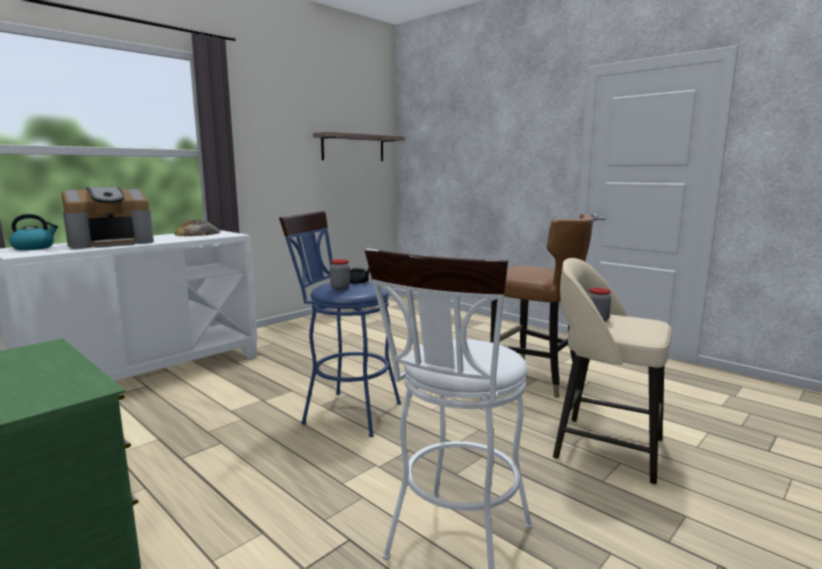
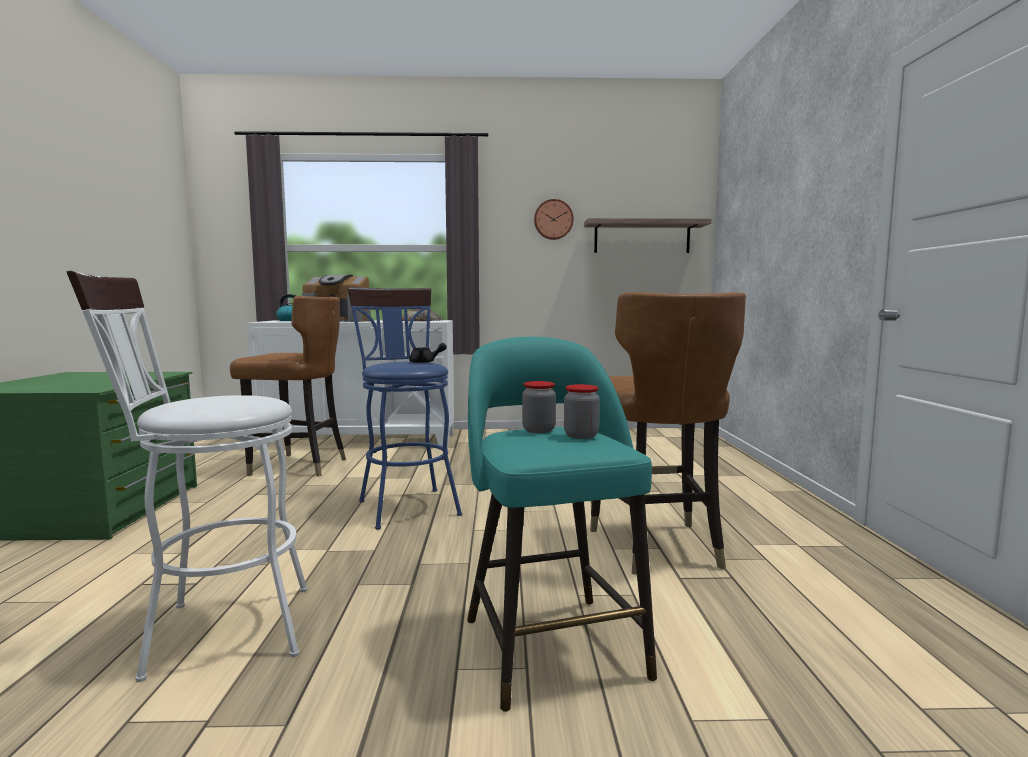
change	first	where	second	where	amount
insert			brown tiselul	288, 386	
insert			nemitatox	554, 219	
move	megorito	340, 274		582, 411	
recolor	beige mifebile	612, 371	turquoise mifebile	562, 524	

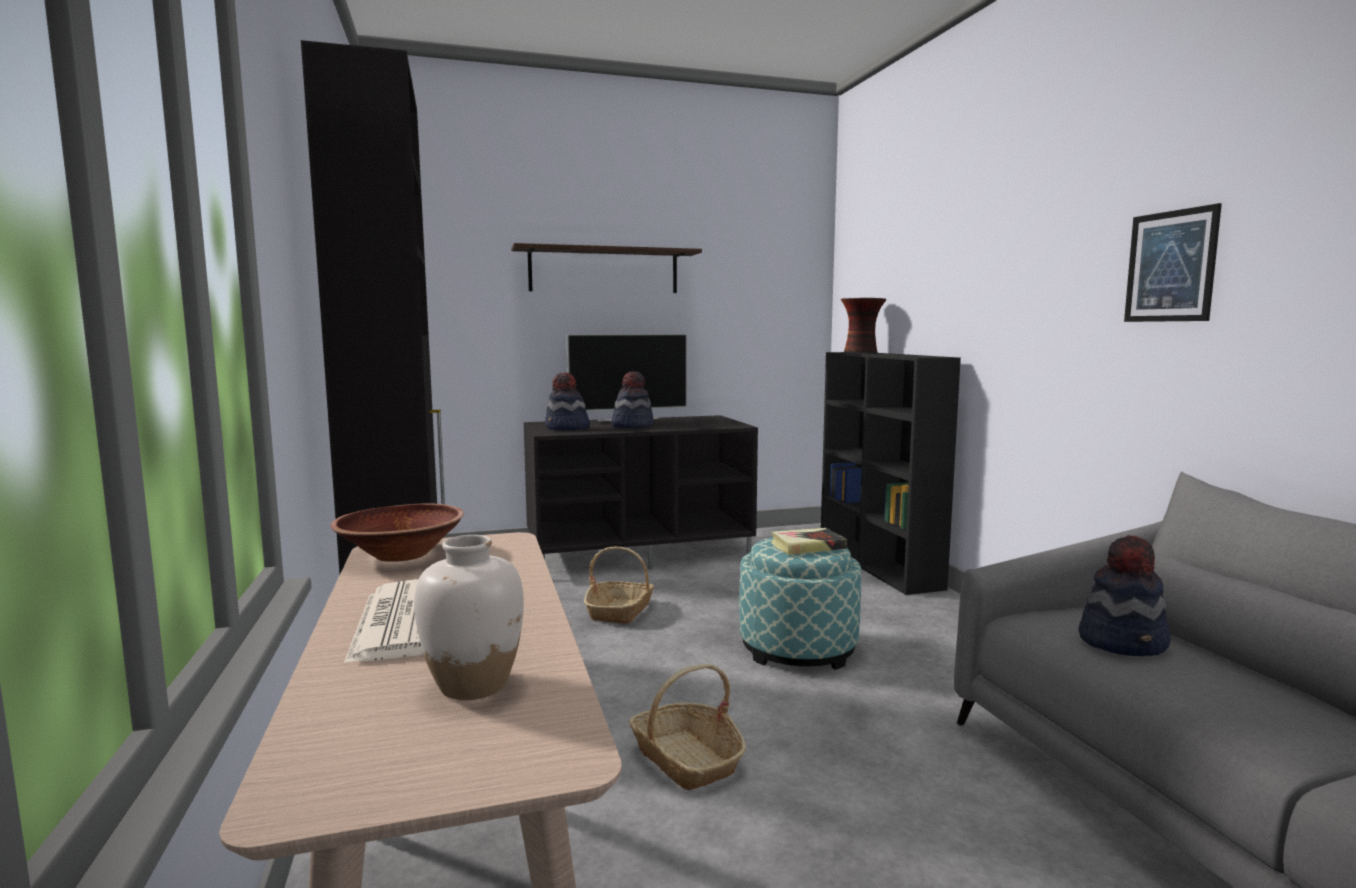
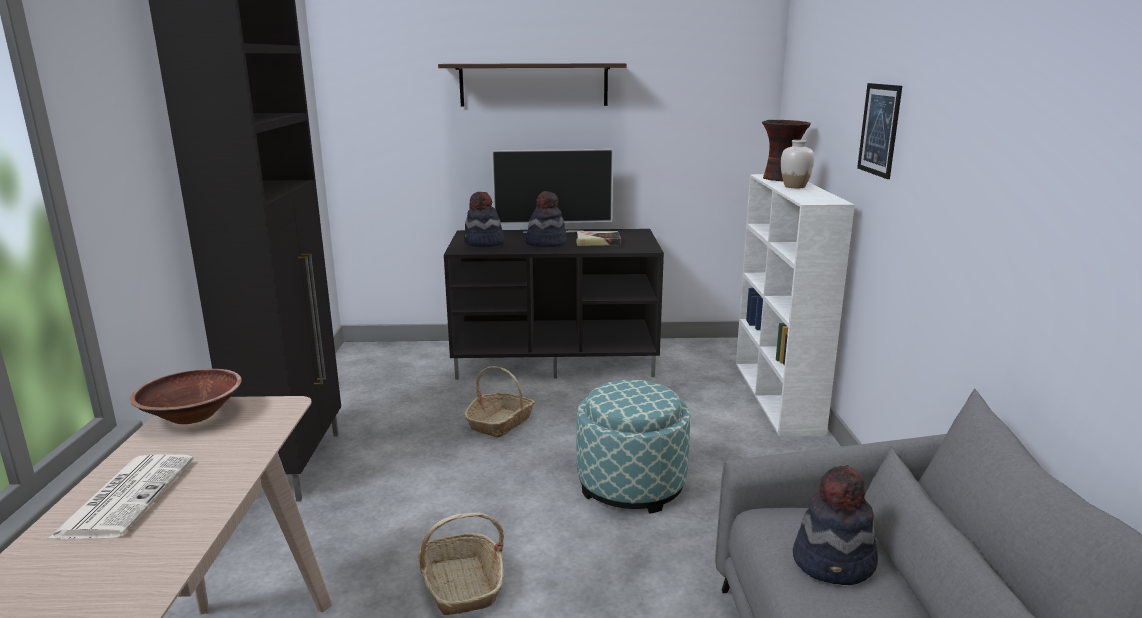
change	first	where	second	where	amount
move	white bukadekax	469, 617		797, 164	
move	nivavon	809, 541		598, 238	
move	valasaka	1173, 262		879, 131	
recolor	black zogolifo	891, 473	white zogolifo	795, 305	

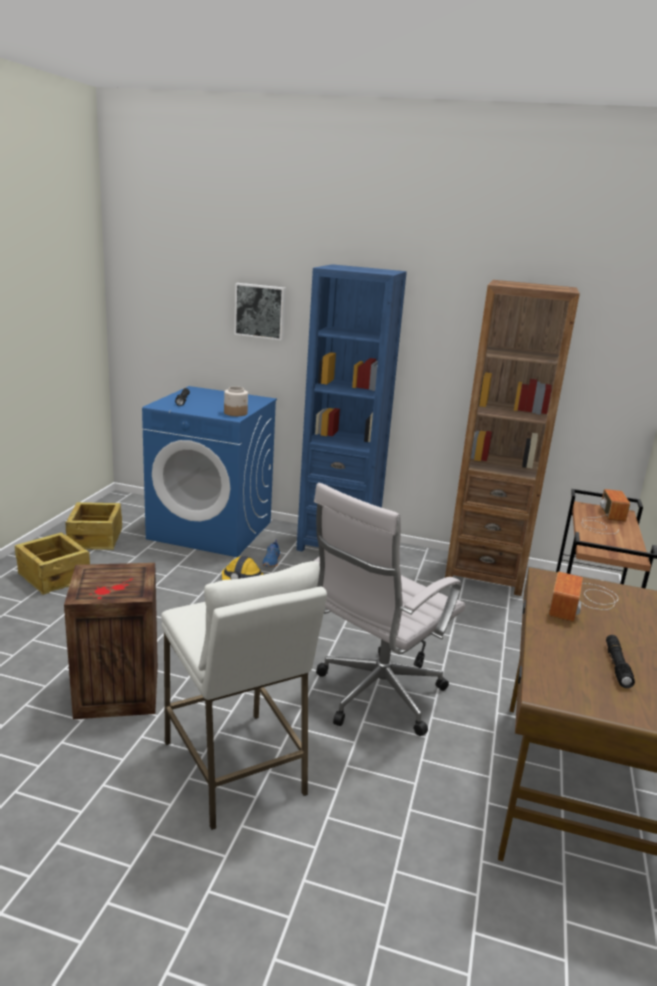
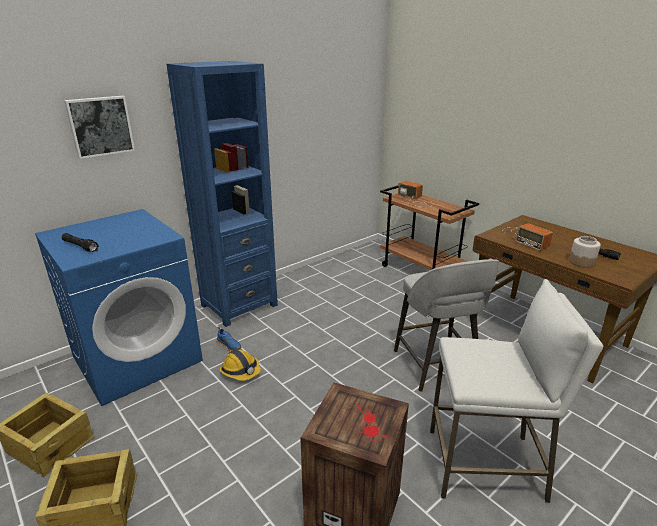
change	first	where	second	where	amount
delete	brown zogolifo	512, 438			
move	megorito	236, 401		585, 252	
replace	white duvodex	389, 609	grey mifebile	446, 325	

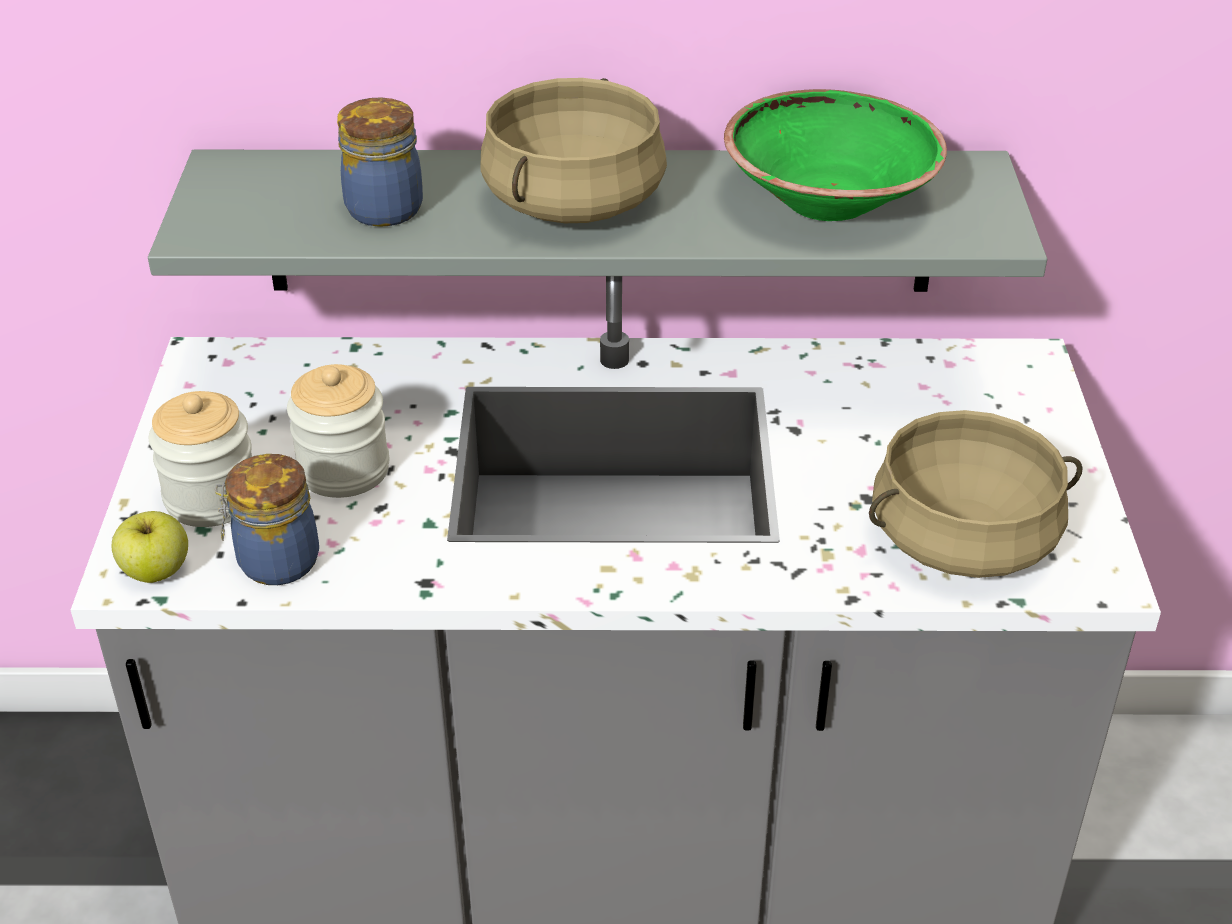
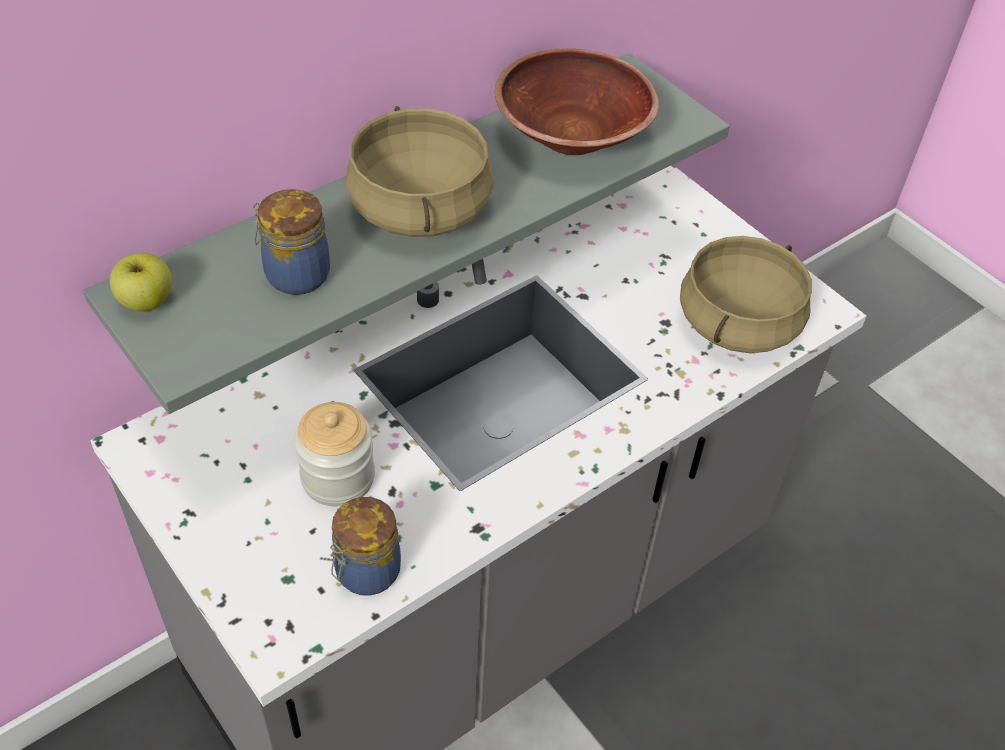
change	first	where	second	where	amount
delete	megorito	200, 459			
move	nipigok	150, 547		141, 282	
recolor	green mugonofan	835, 155	brown mugonofan	577, 101	

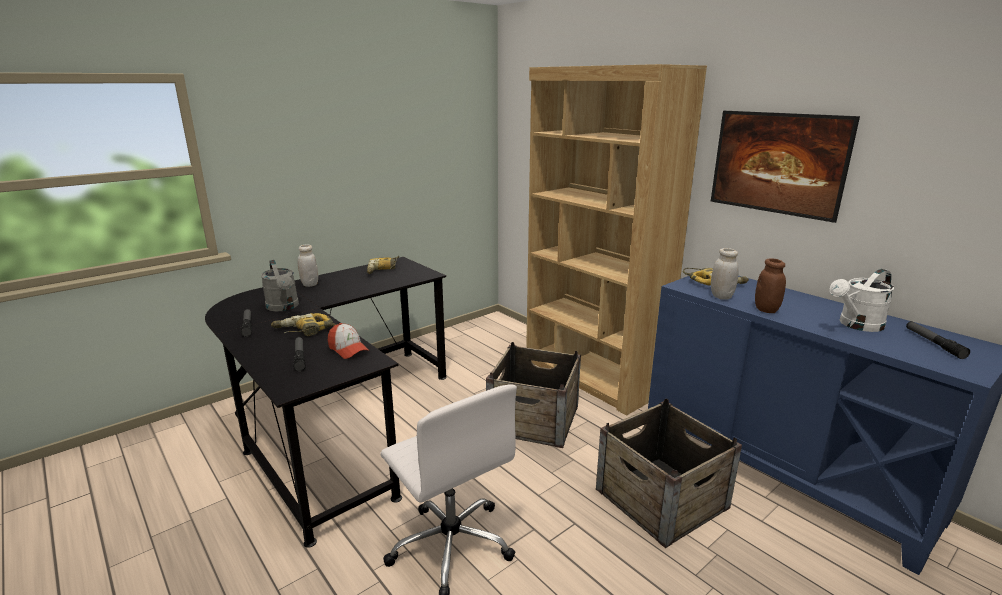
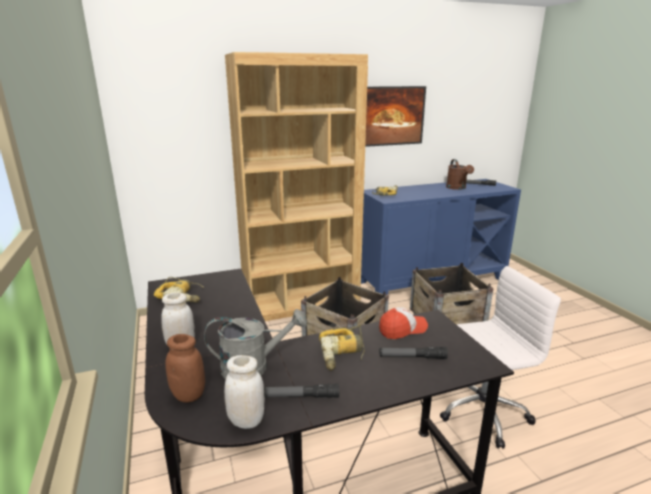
change	first	where	second	where	amount
move	white megorito	725, 274		244, 392	
move	brown megorito	770, 285		185, 368	
recolor	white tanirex	862, 300	brown tanirex	460, 174	

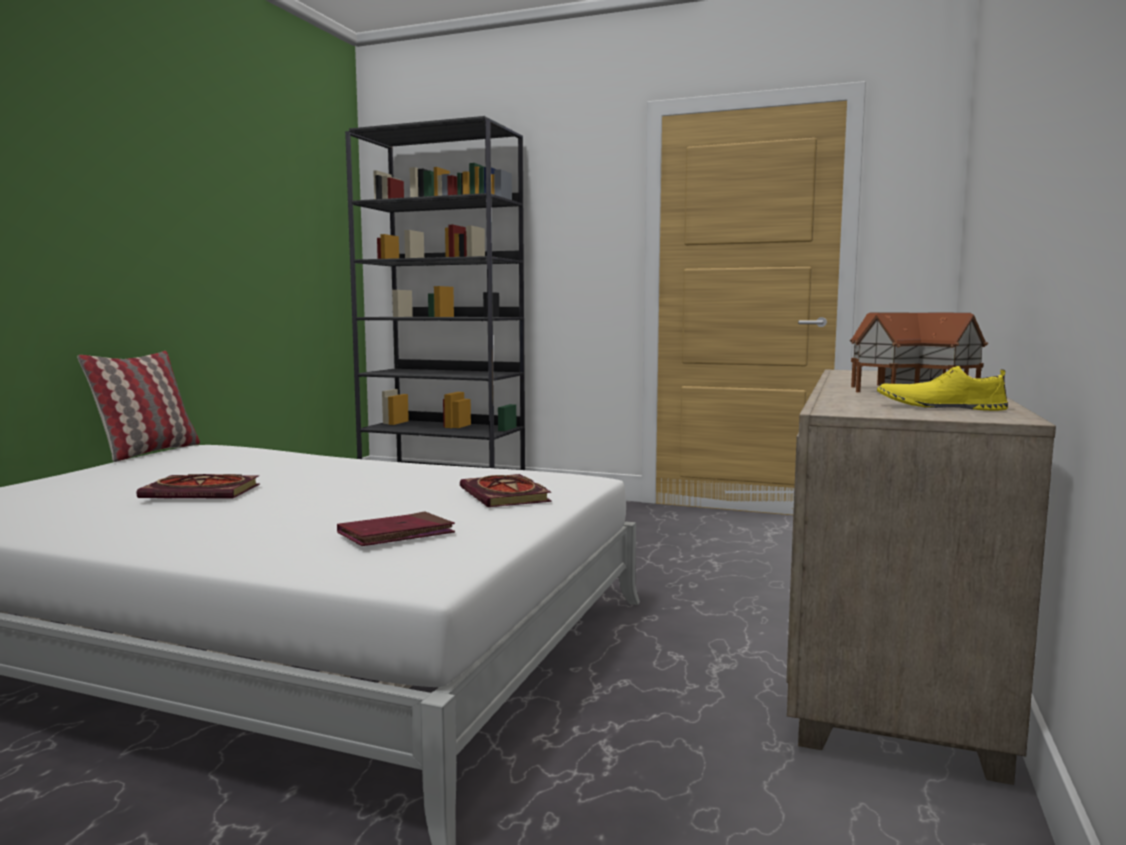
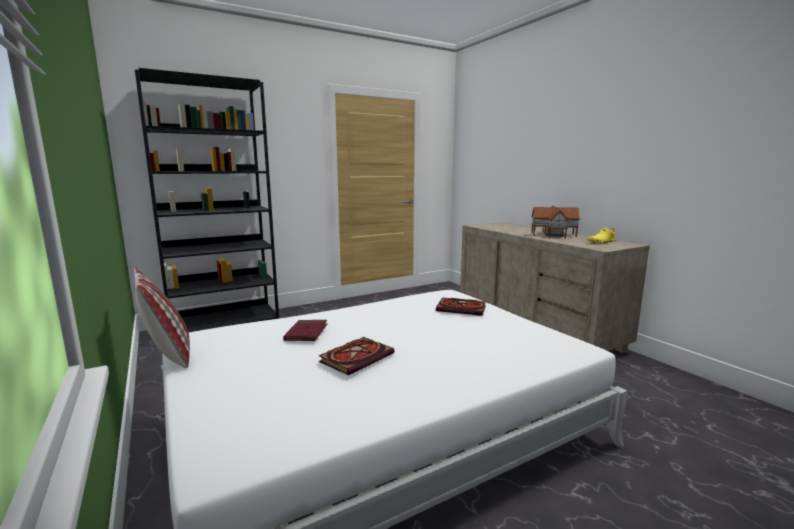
change	first	where	second	where	amount
move	red nivavon	396, 528		305, 330	

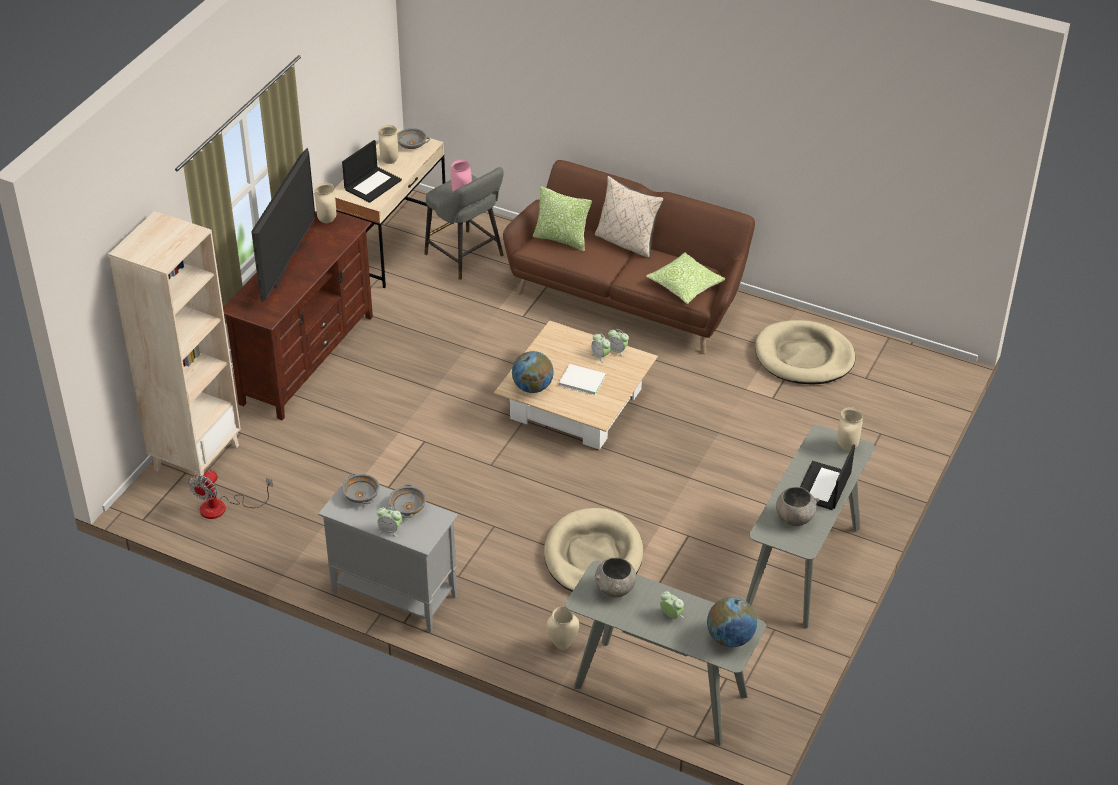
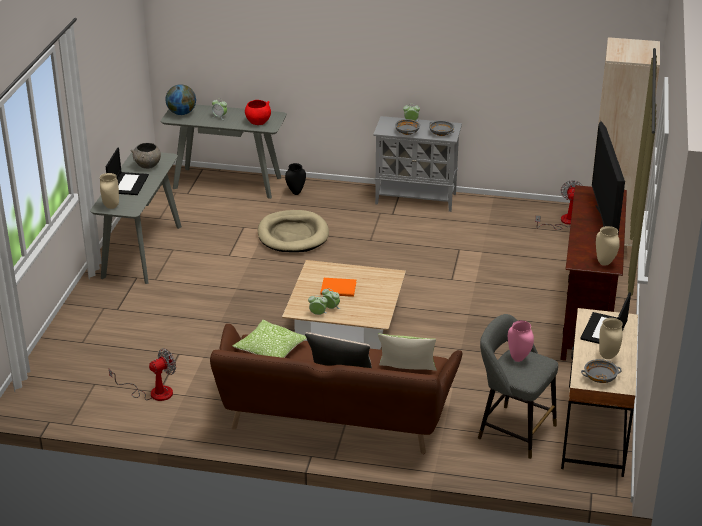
change	first	where	second	where	amount
delete	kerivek	533, 372			
replace	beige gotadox	805, 352	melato	142, 374	
recolor	beige bukadekax	562, 628	black bukadekax	295, 179	
recolor	white nivavon	582, 379	orange nivavon	338, 287	
recolor	grey mugonofan	615, 578	red mugonofan	258, 112	

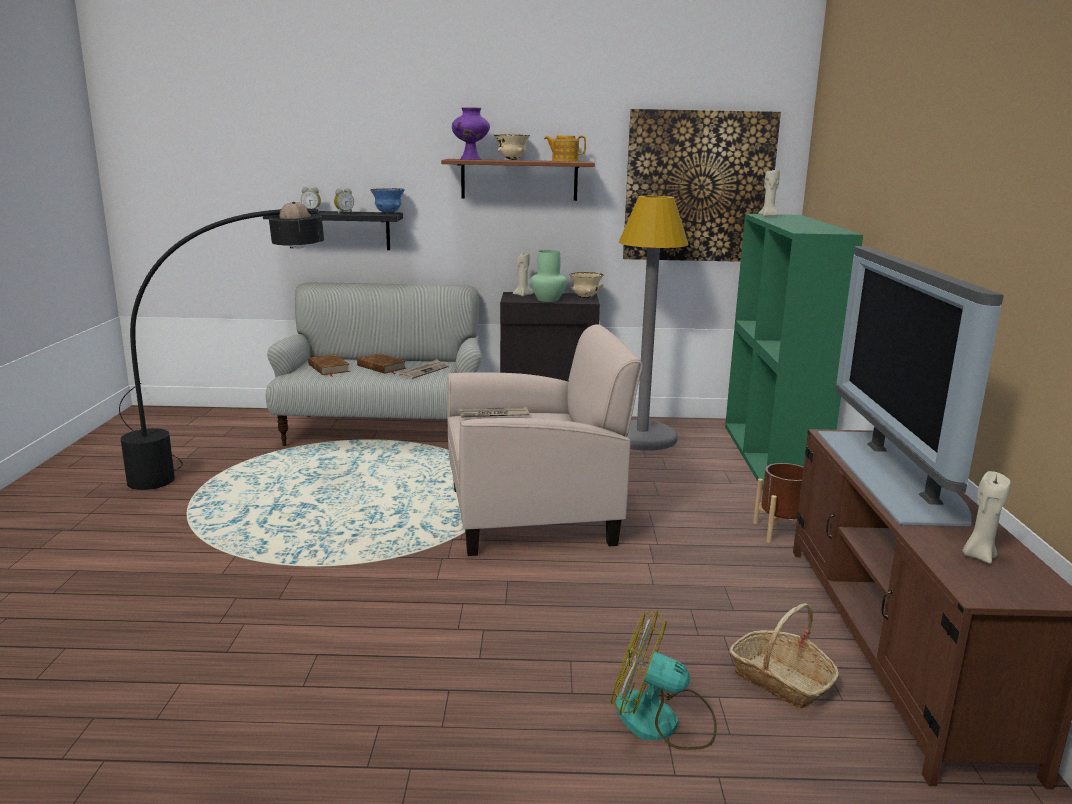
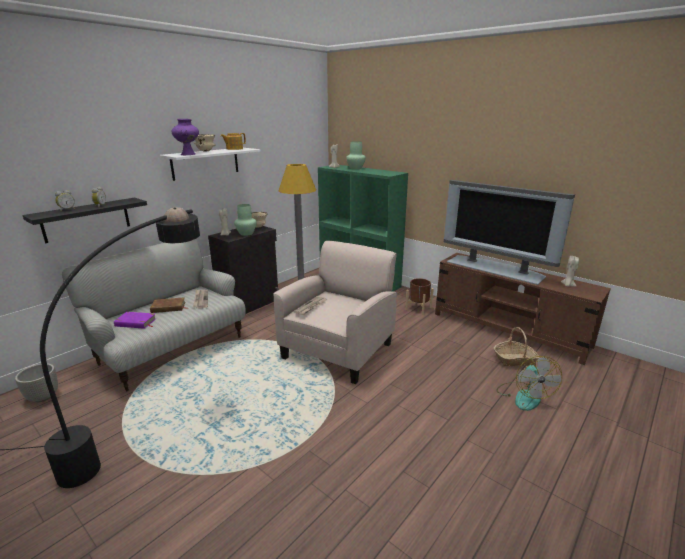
change	first	where	second	where	amount
delete	blue mugonofan	387, 201			
delete	valasaka	702, 185			
insert			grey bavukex	36, 382	
insert			green bukadekax	356, 155	
recolor	brown nivavon	329, 365	purple nivavon	135, 320	
recolor	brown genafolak	518, 180	white genafolak	210, 164	
rotate	melato	664, 680		529, 383	60 degrees counterclockwise

